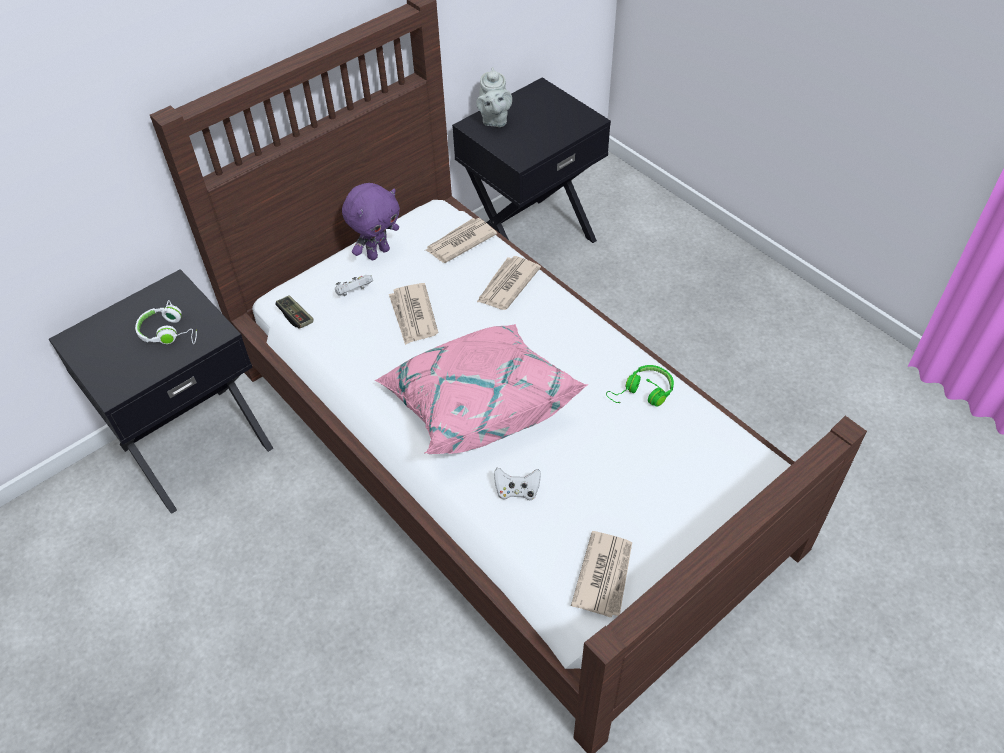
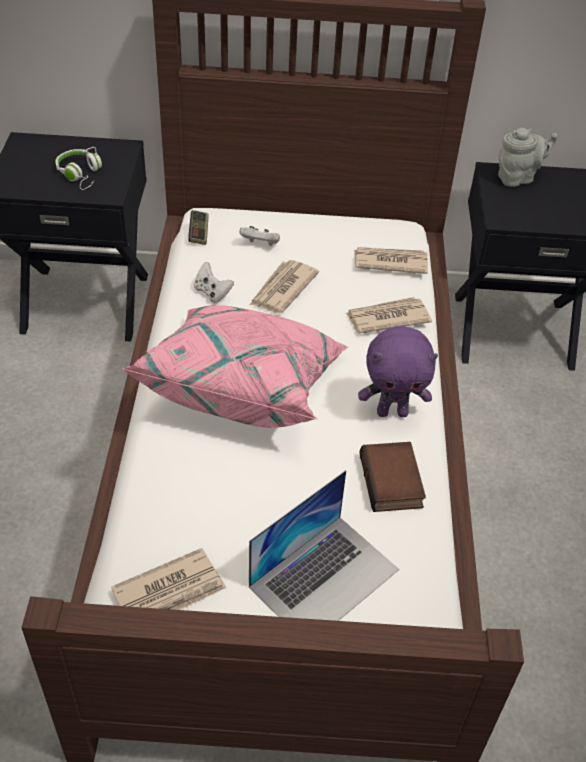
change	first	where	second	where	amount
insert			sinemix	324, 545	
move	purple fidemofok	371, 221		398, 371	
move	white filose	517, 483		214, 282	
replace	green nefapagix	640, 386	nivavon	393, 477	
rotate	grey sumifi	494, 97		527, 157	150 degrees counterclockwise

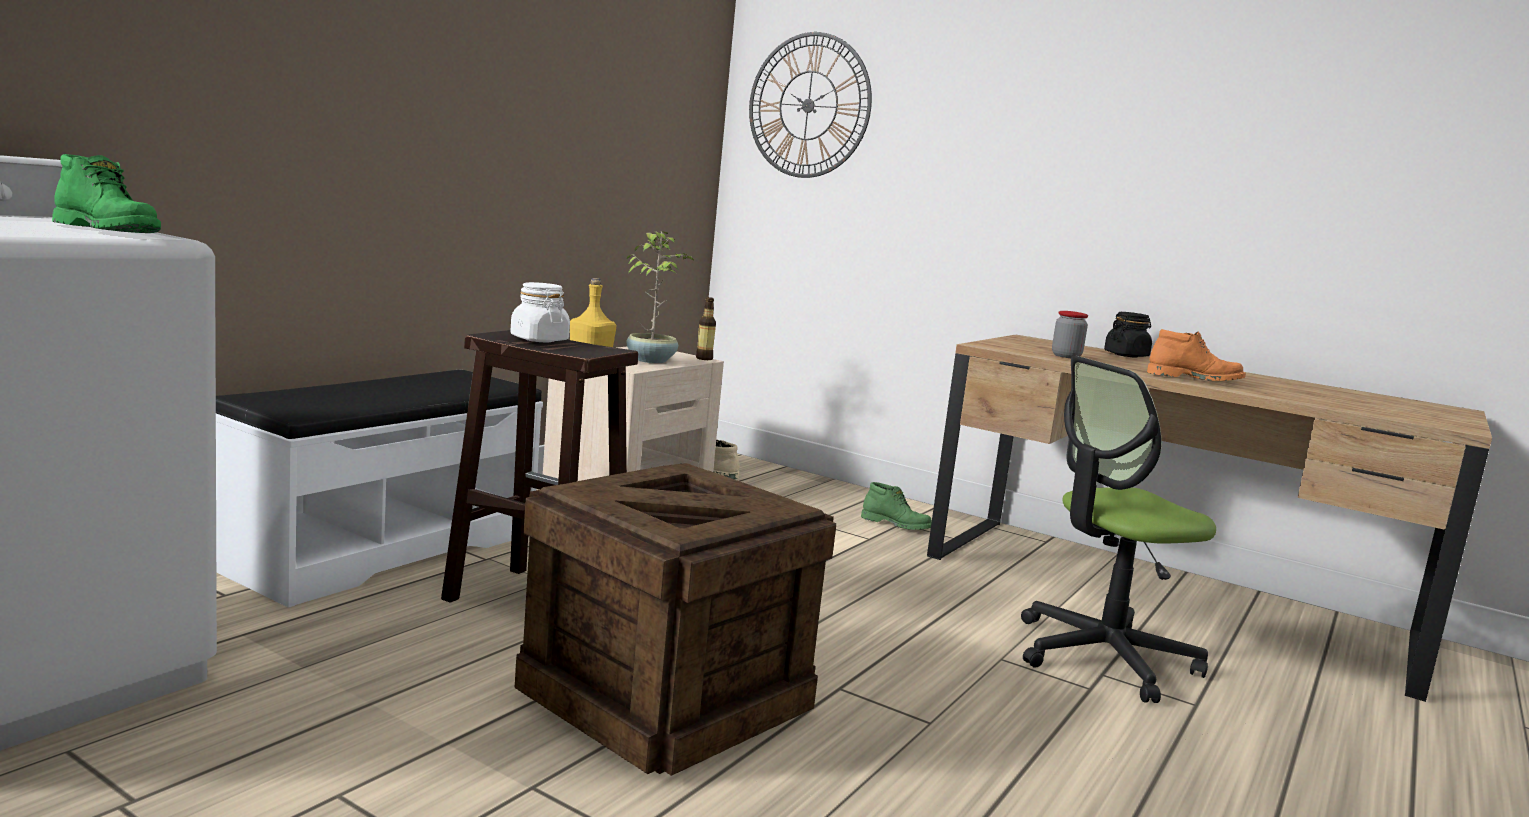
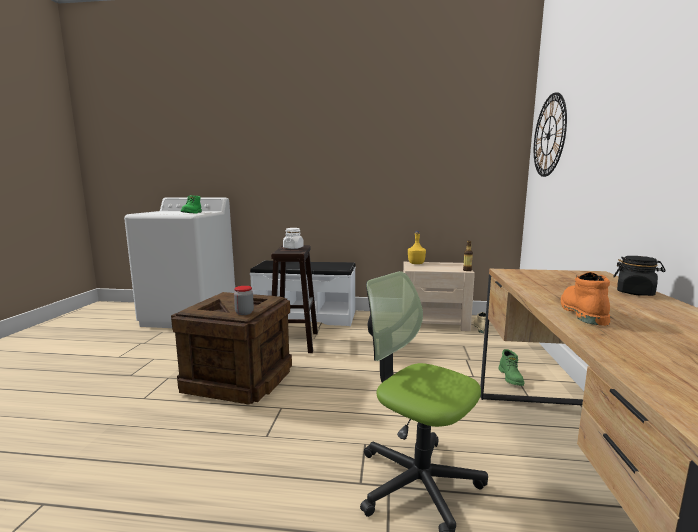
change	first	where	second	where	amount
delete	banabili	660, 297			
move	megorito	1070, 334		244, 300	
rotate	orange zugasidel	1196, 355		585, 299	150 degrees counterclockwise

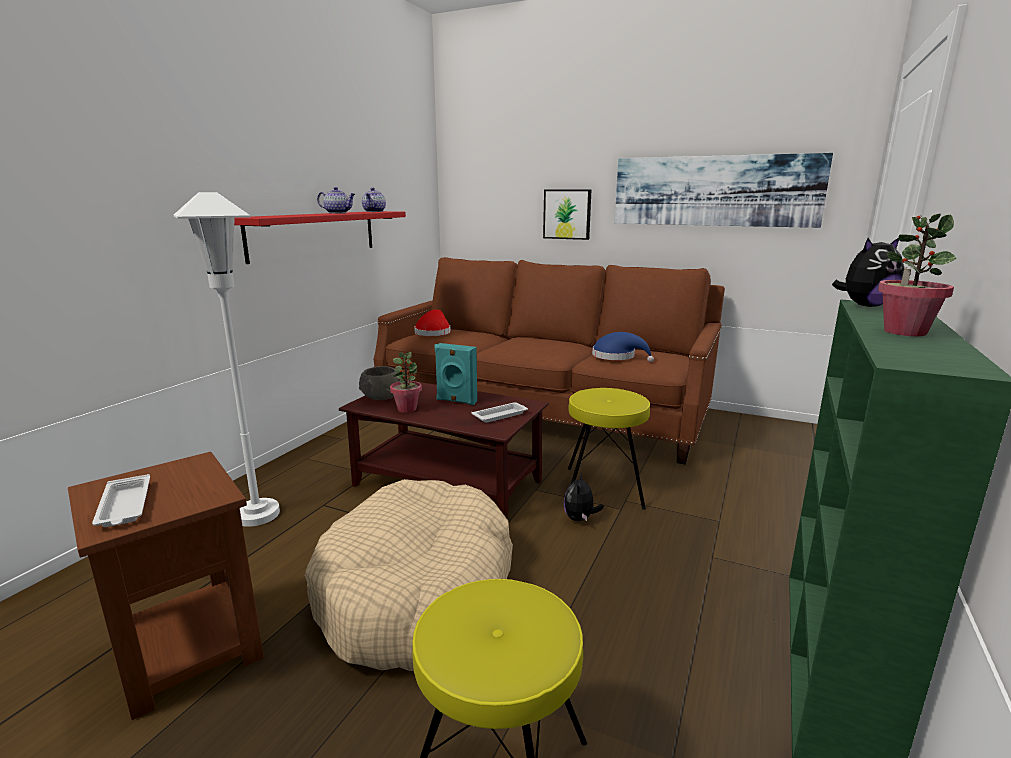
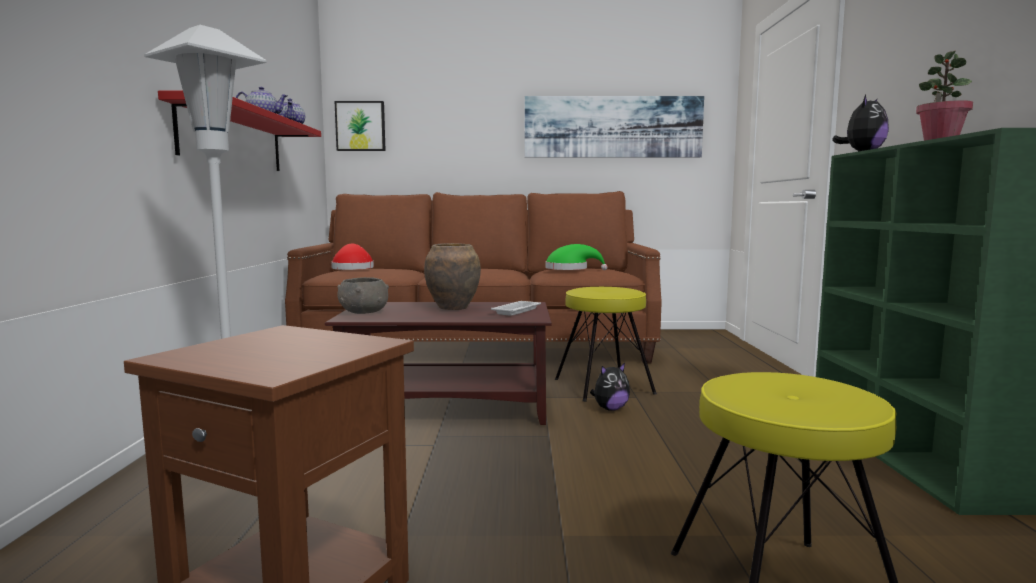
change	first	where	second	where	amount
delete	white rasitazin	121, 500			
delete	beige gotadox	409, 575			
delete	banabili	406, 382			
move	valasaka	567, 214		360, 126	
replace	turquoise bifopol	455, 374	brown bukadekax	452, 276	
recolor	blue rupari	623, 347	green rupari	576, 257	
rotate	fidemofok	584, 496		610, 387	105 degrees counterclockwise

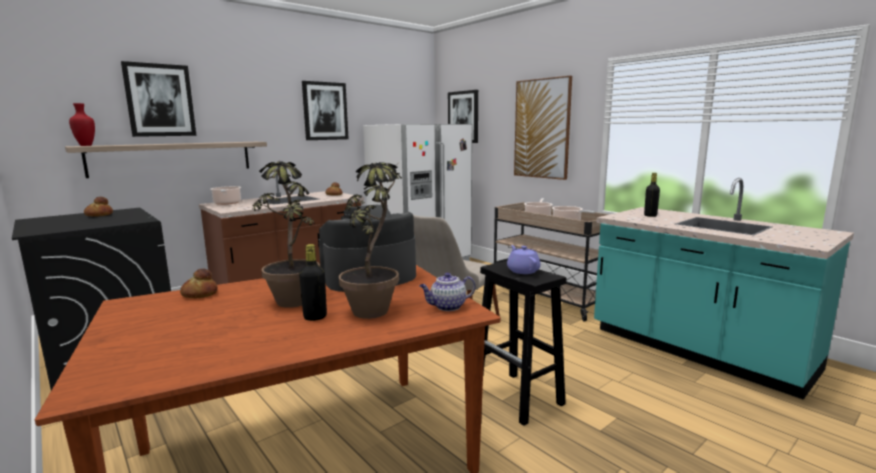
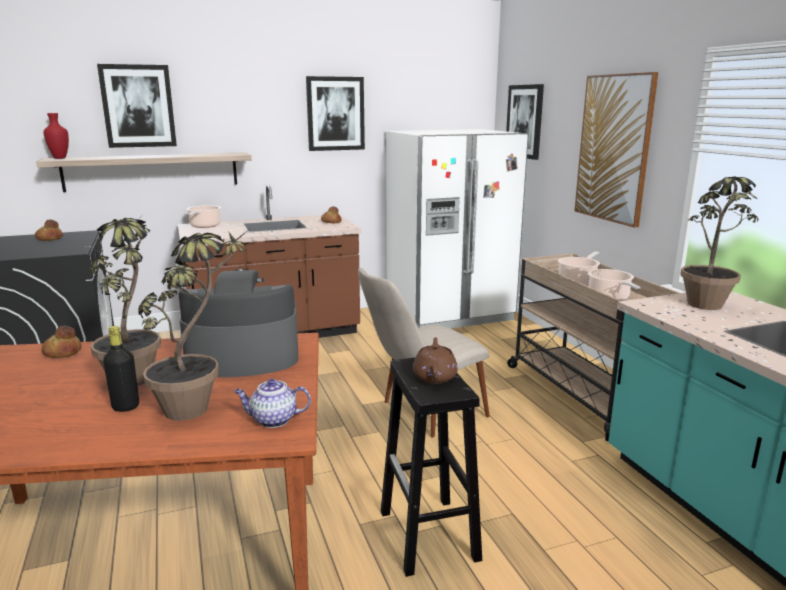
change	first	where	second	where	amount
replace	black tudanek	652, 195	banabili	719, 243	
recolor	purple sumifi	524, 259	brown sumifi	435, 360	

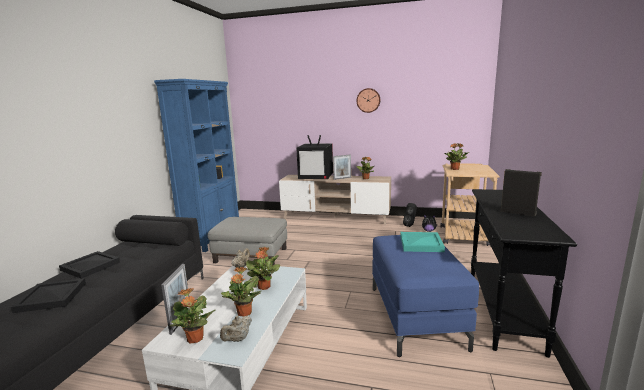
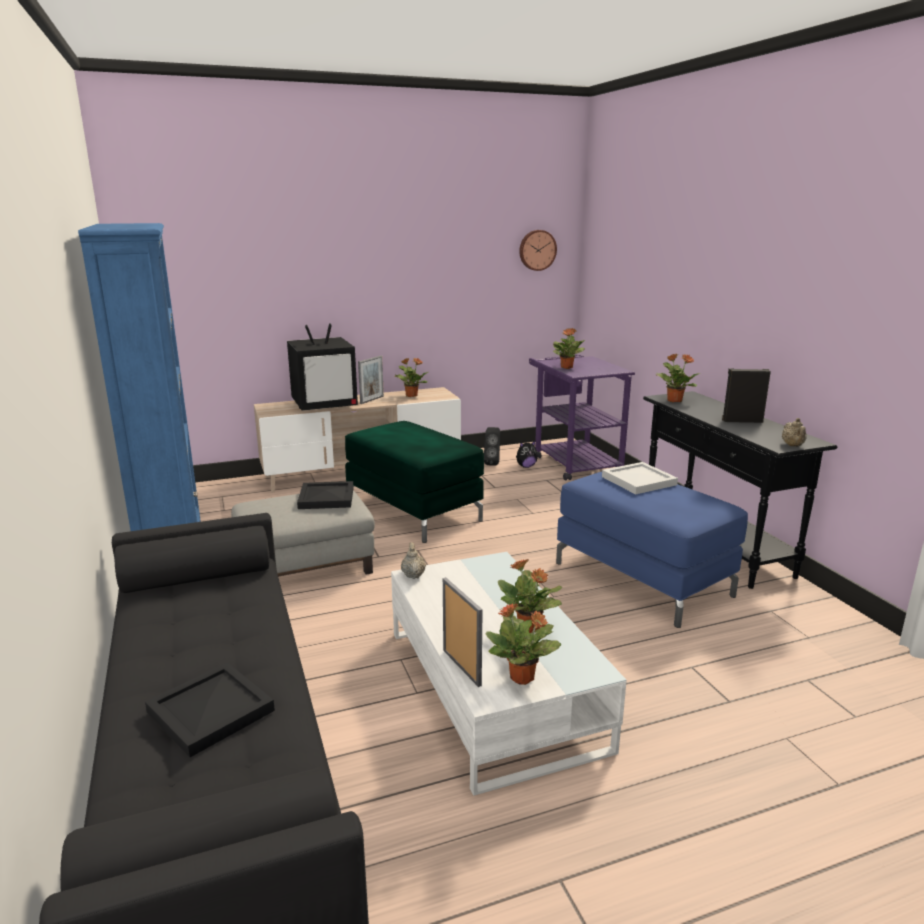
change	first	where	second	where	amount
insert			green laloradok	414, 482	
move	black rasitazin	89, 265		325, 495	
move	beige sumifi	236, 329		794, 432	
move	banabili	263, 268		678, 378	
move	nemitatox	368, 100		538, 250	
recolor	turquoise rasitazin	422, 242	white rasitazin	640, 478	
recolor	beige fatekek	470, 204	purple fatekek	582, 418	

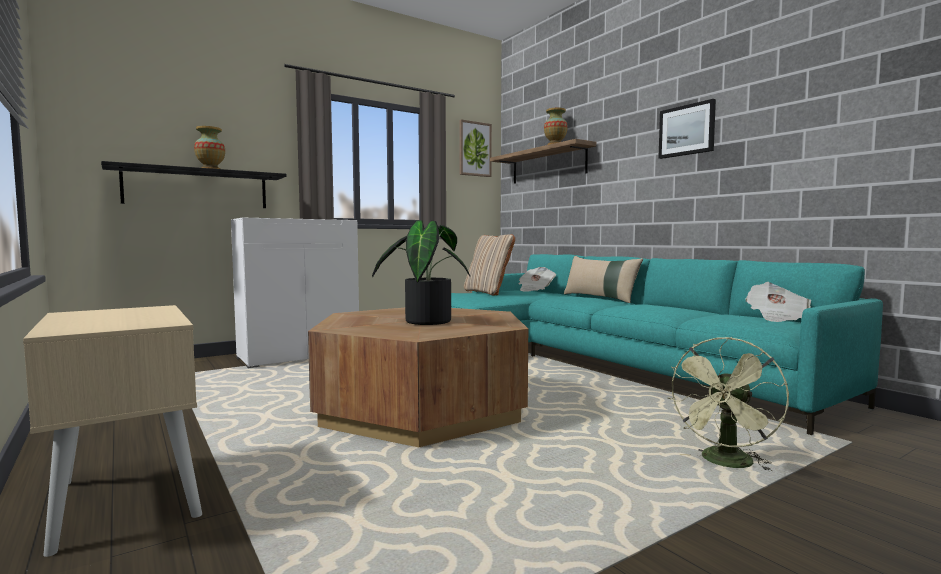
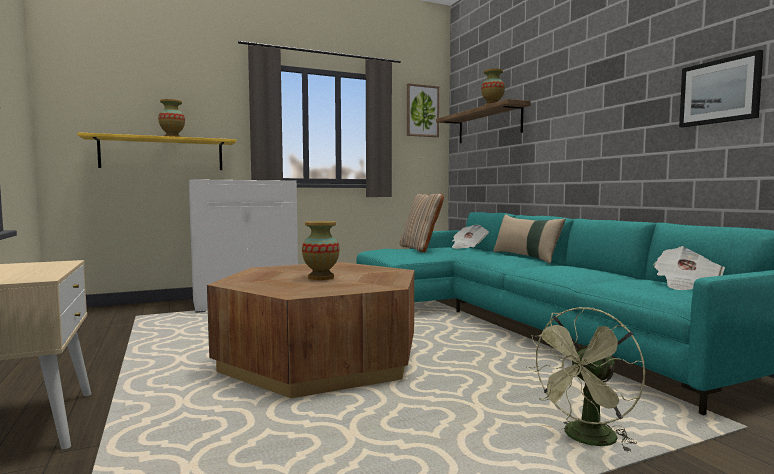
change	first	where	second	where	amount
move	valasaka	687, 129		721, 88	
replace	banabili	421, 272	bukadekax	320, 250	
recolor	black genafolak	194, 184	yellow genafolak	156, 151	

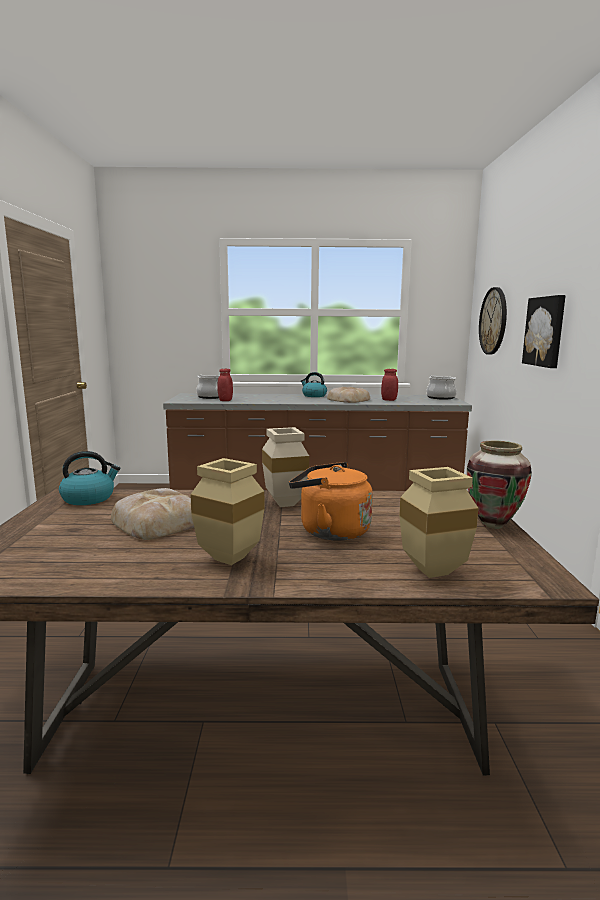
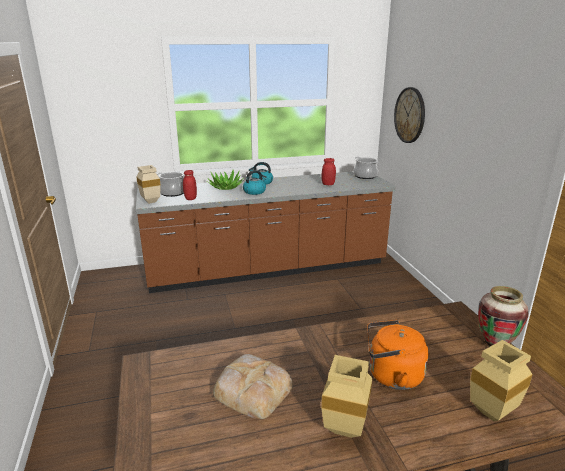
change	first	where	second	where	amount
delete	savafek	348, 395			
delete	valasaka	544, 331			
insert			banabili	225, 180	
move	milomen	90, 478		255, 182	
move	beige bukadekax	285, 467		148, 184	

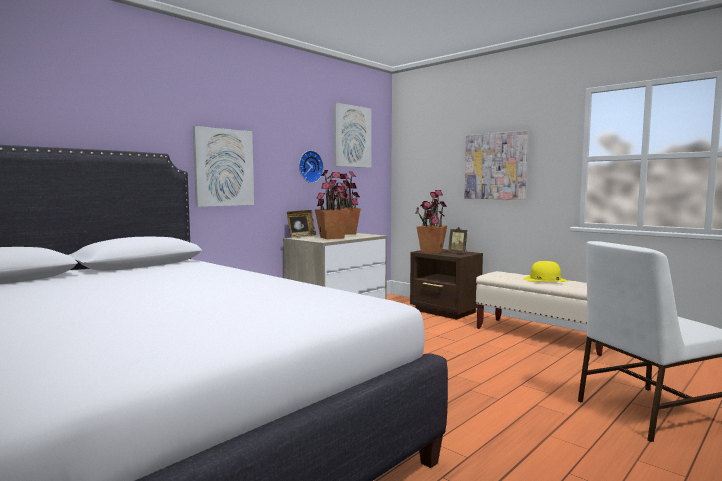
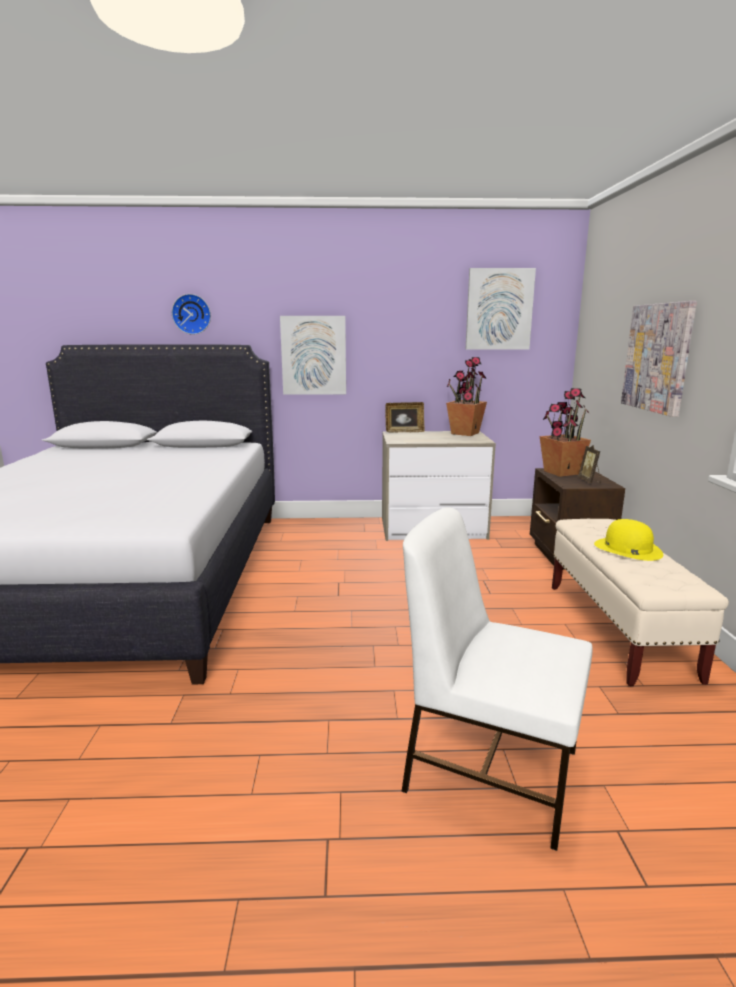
change	first	where	second	where	amount
delete	banabili	332, 204			
move	nemitatox	311, 166		191, 314	

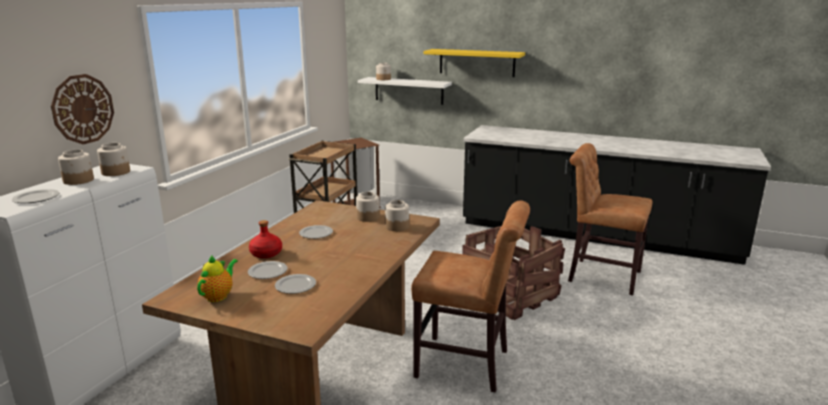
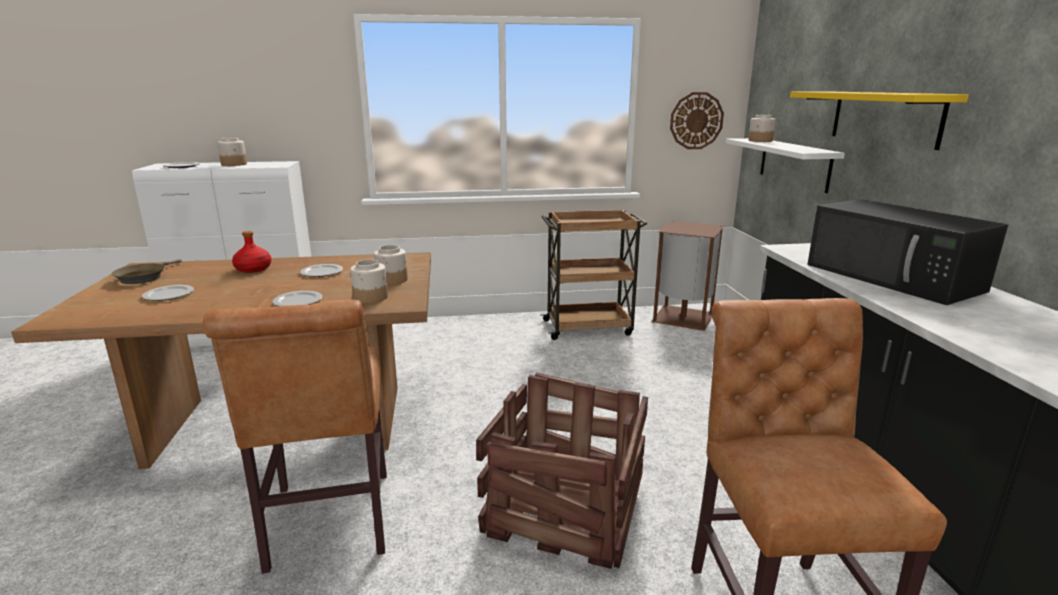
change	first	where	second	where	amount
delete	megorito	113, 159			
insert			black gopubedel	907, 252	
move	nemitatox	82, 109		697, 120	
move	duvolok	268, 270		297, 298	
replace	sumifi	217, 278	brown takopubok	146, 271	

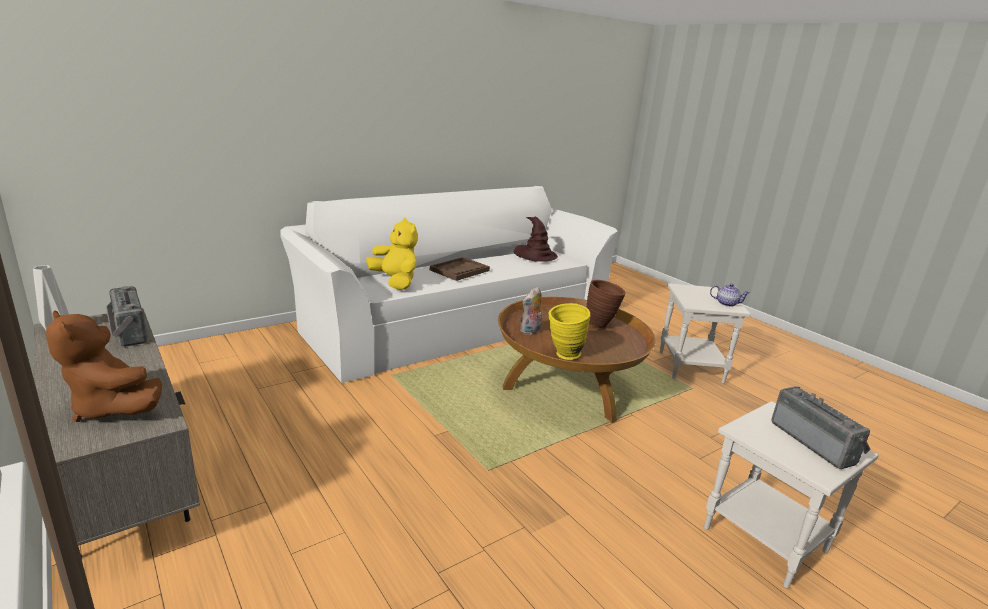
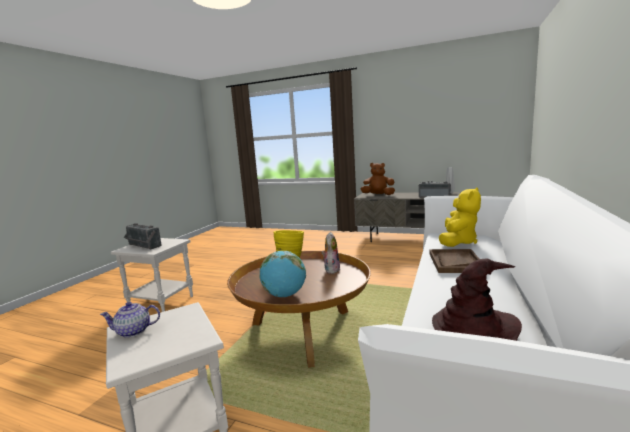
change	first	where	second	where	amount
replace	brown bukadekax	606, 304	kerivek	282, 274	
rotate	yellow fidemofok	392, 254		460, 217	75 degrees counterclockwise

